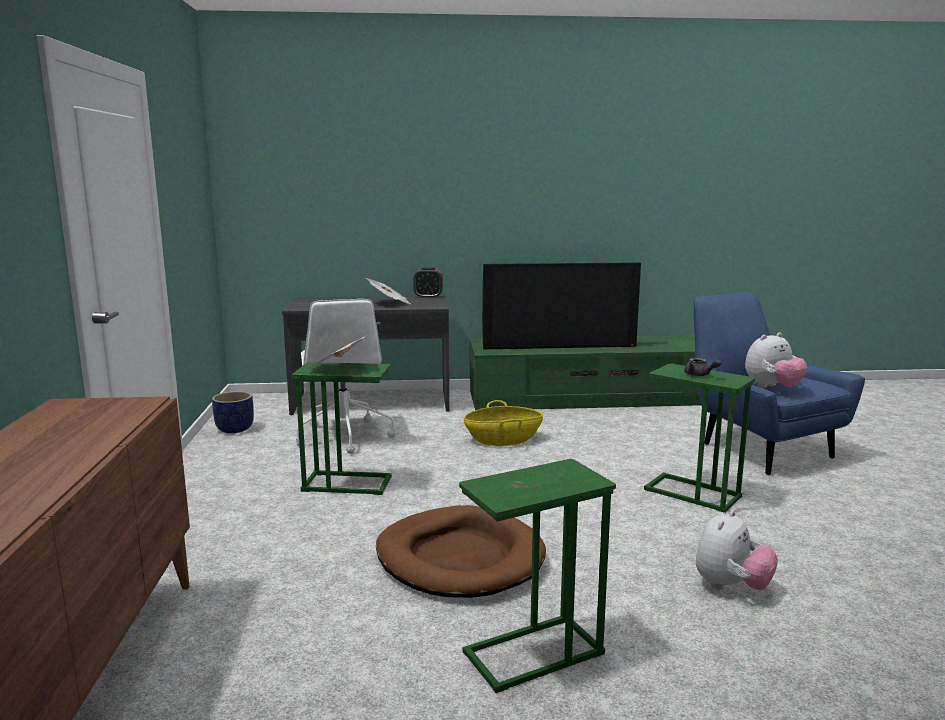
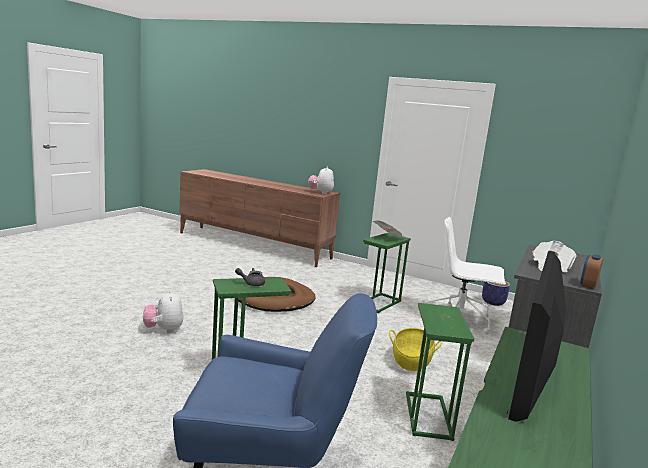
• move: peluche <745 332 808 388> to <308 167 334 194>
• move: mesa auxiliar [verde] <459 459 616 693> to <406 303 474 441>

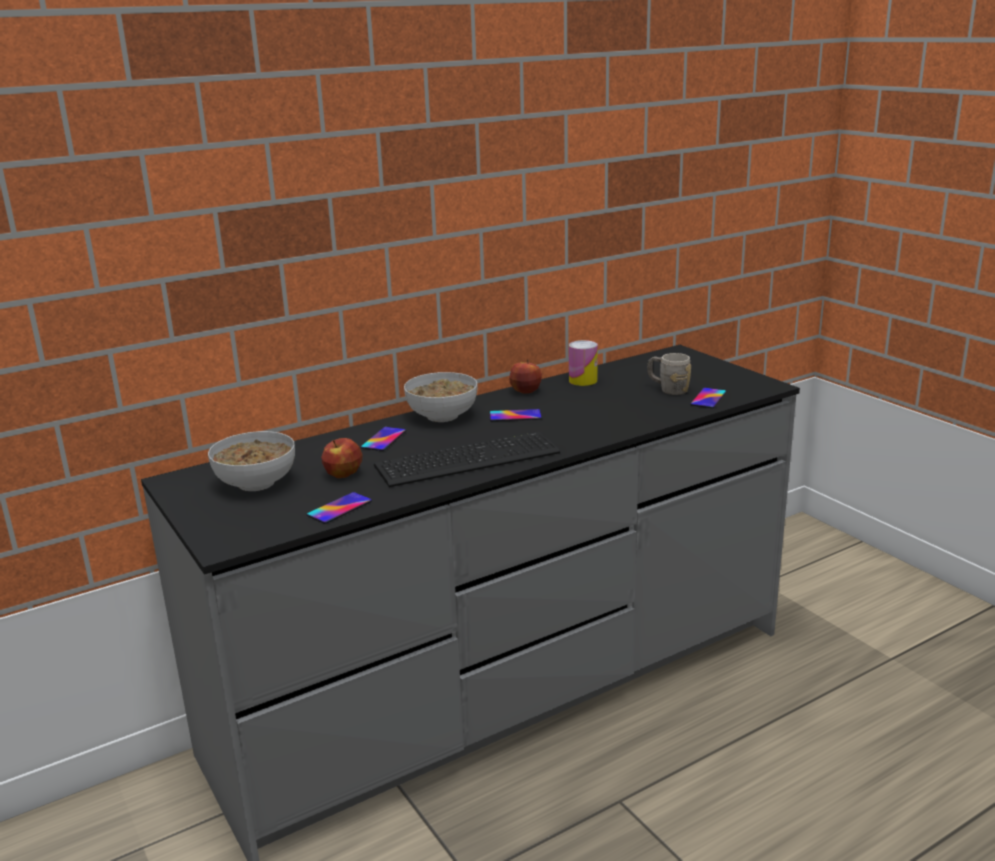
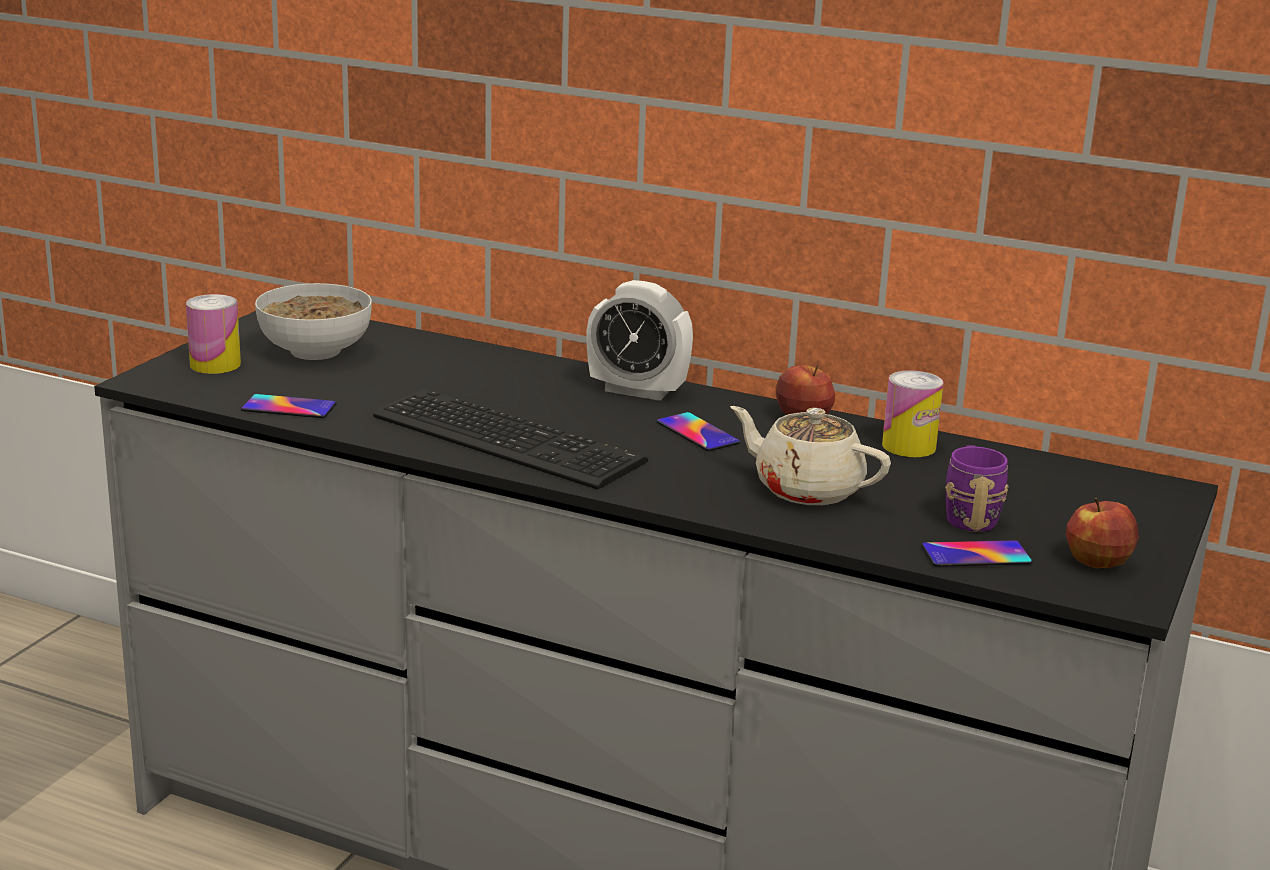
• insert: lata <186 294 241 374>
• replace: cuenco <404 372 477 422> to despertador <587 280 693 401>
• insert: tetera [beis] <730 406 891 505>
• recolor: taza grande [gris] <648 353 691 395> to taza grande [morado] <945 445 1009 532>
• move: manzana <321 438 362 478> to <1066 498 1139 568>
• delete: móvil <361 427 406 451>

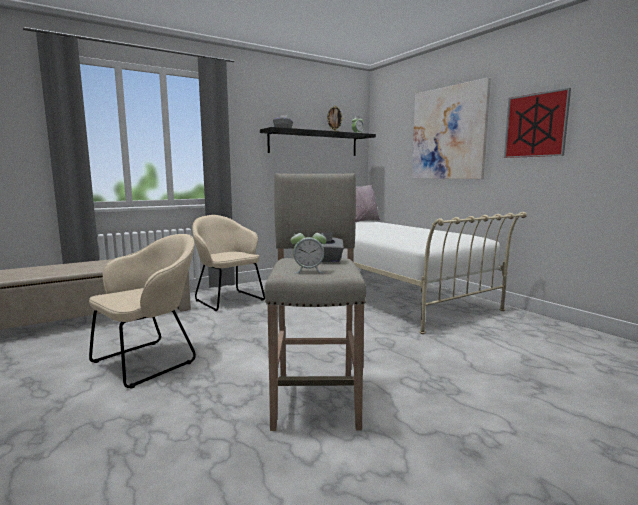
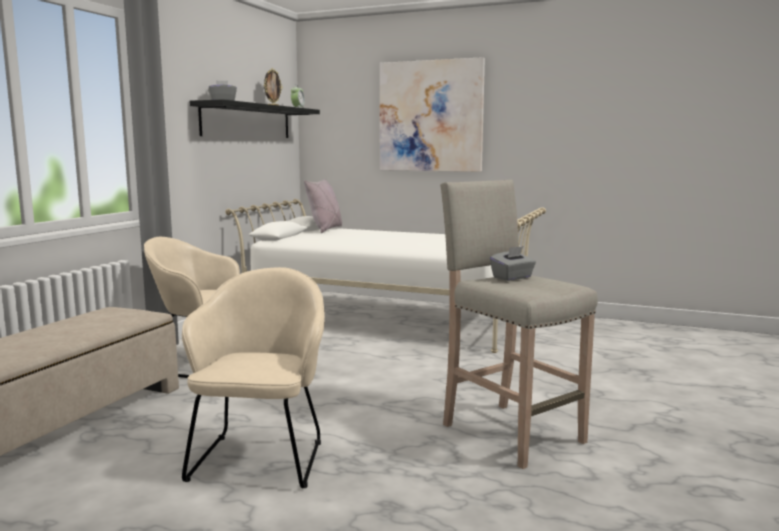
• delete: despertador <291 227 327 273>
• delete: cuadro <504 88 571 158>

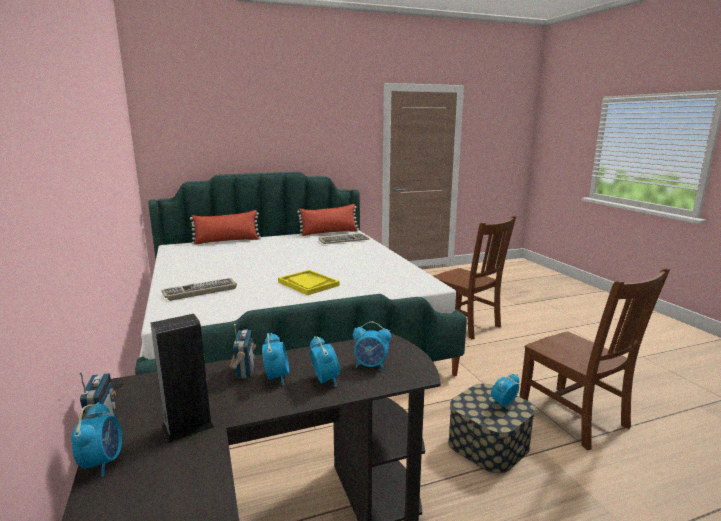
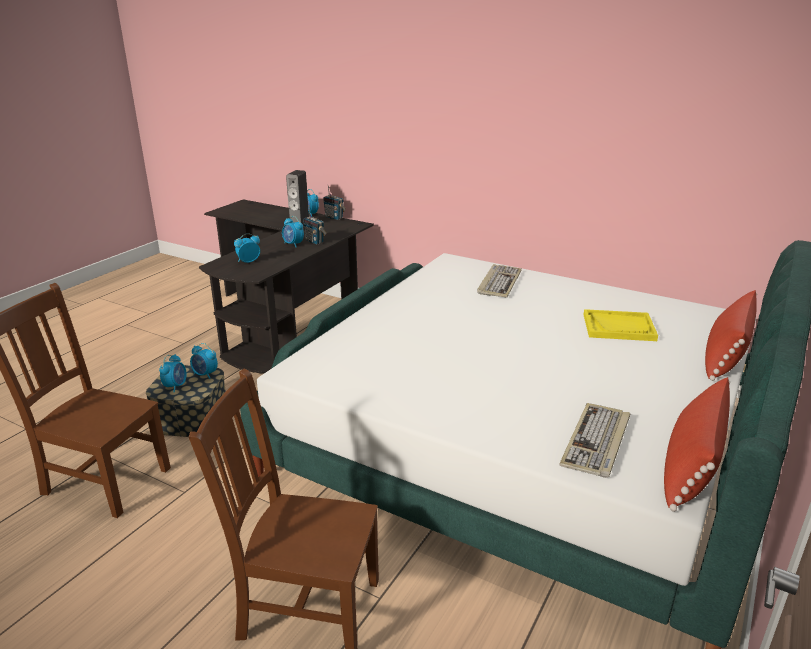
• move: despertador <310 336 340 387> to <190 343 218 379>
• move: bandeja [amarillo] <278 270 340 295> to <584 309 658 341>

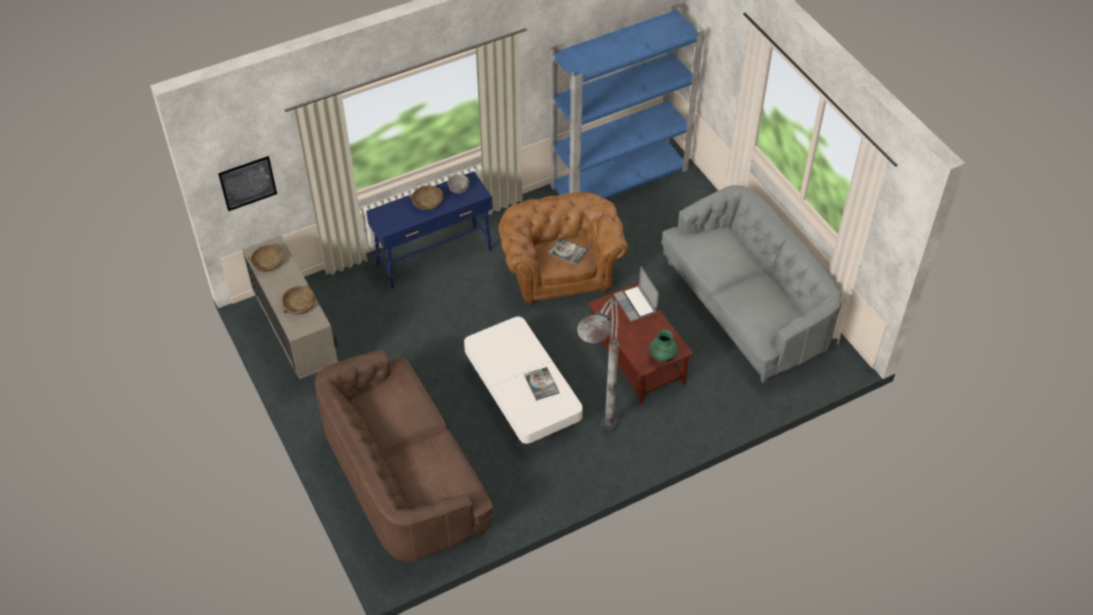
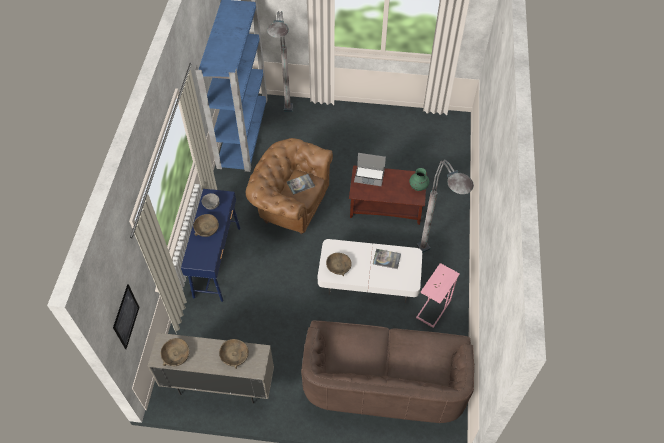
• insert: lámpara de pie [gris] <267 11 293 112>
• insert: cuenco [marrón] <326 253 352 276>
• insert: mesa auxiliar [rosa] <416 263 460 328>
• delete: sofá [gris] <661 185 842 383>

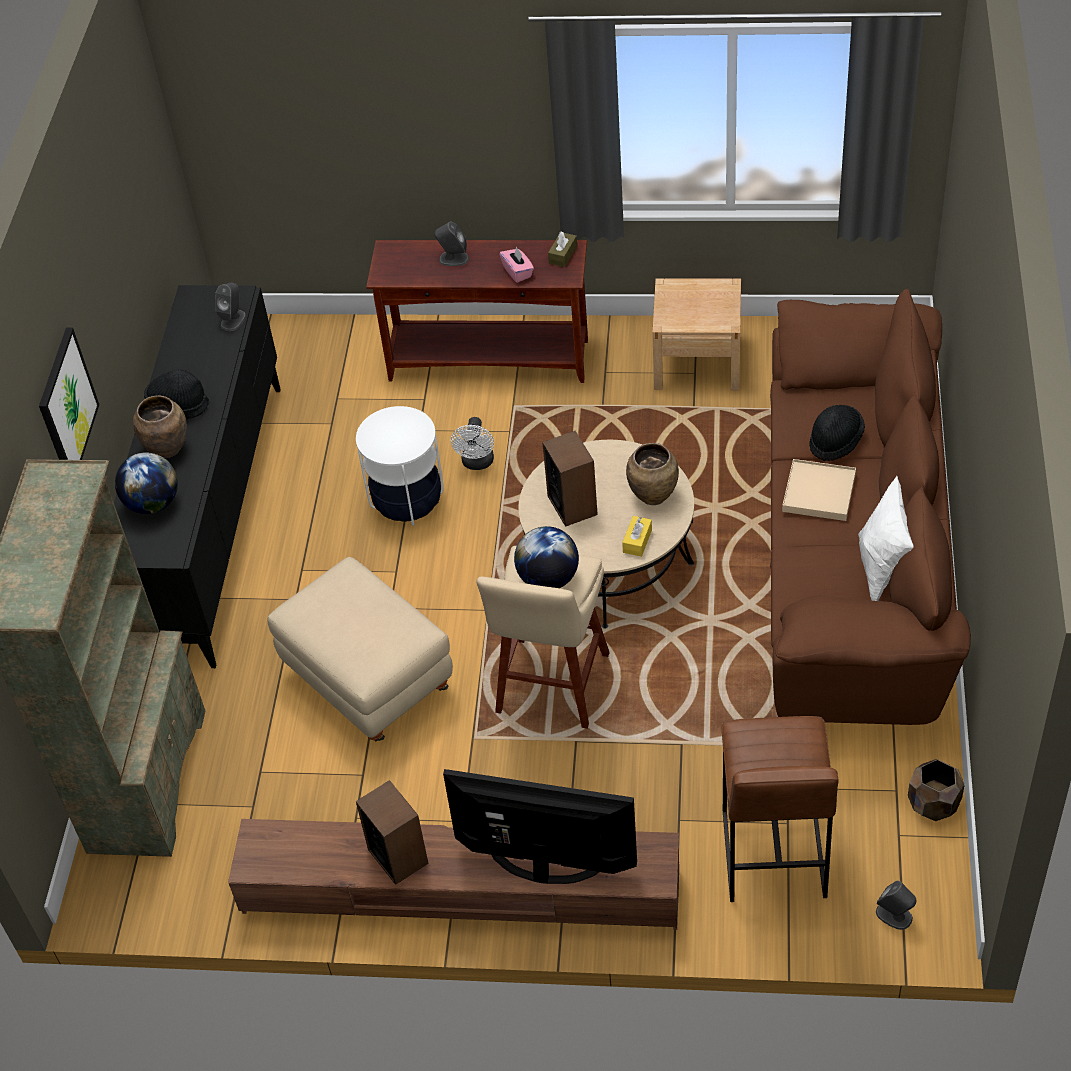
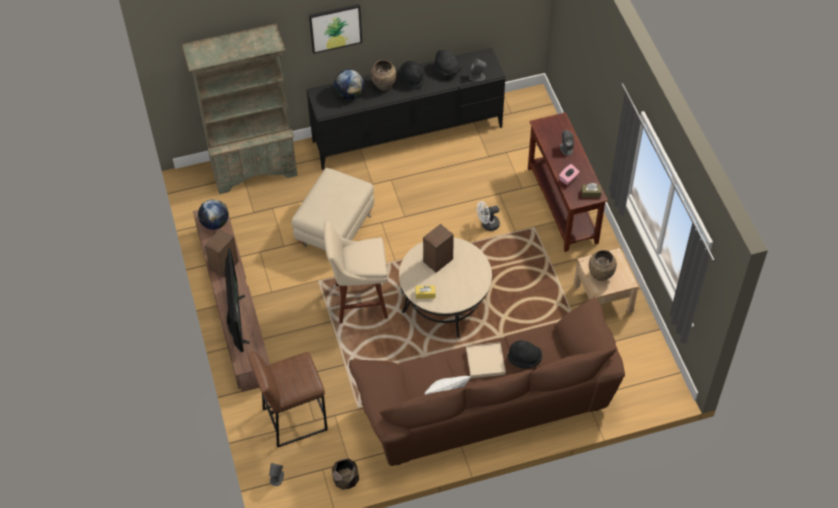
• move: globo terráqueo <514 526 579 588> to <198 199 229 230>
• insert: sombrero [negro] <434 50 462 77>
• move: florero [marrón] <626 443 679 505> to <589 250 617 281>
• delete: mesa auxiliar [blanco] <356 406 444 526>

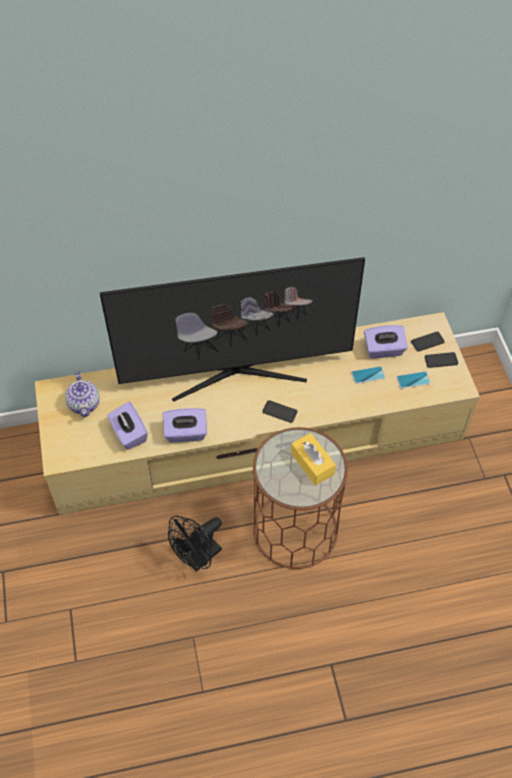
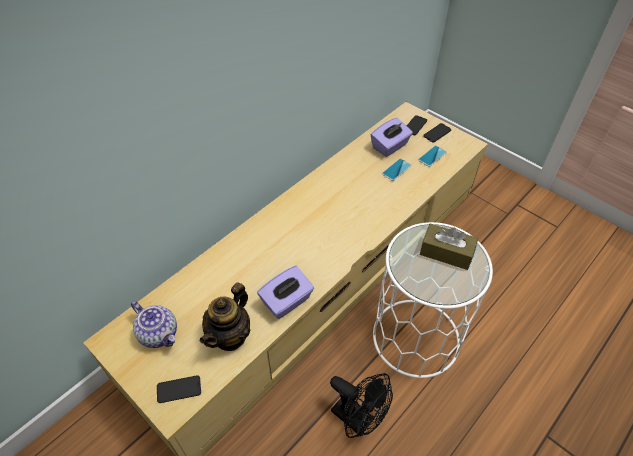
• move: móvil <262 400 298 423> to <157 375 201 403>
• replace: caja de pañuelos [morado] <107 402 148 450> to tetera <200 282 250 351>
• rotate: ventilador [negro] <168 516 222 571> = <330 373 393 438> 60 degrees counterclockwise
• recolor: mesa auxiliar [marrón] <253 427 348 569> to mesa auxiliar [blanco] <373 222 493 378>
• recolor: caja de pañuelos [amarillo] <291 433 336 485> to caja de pañuelos [marrón] <420 223 478 270>
• delete: televisor <100 257 365 402>

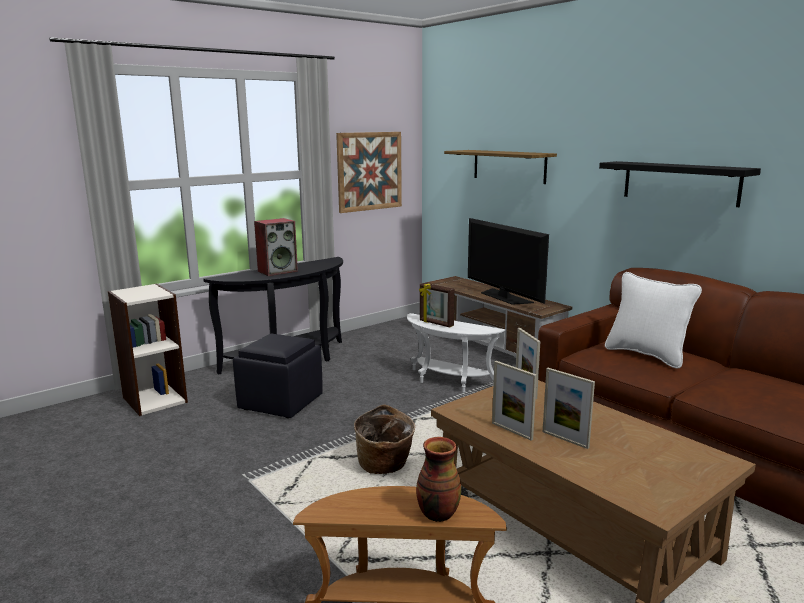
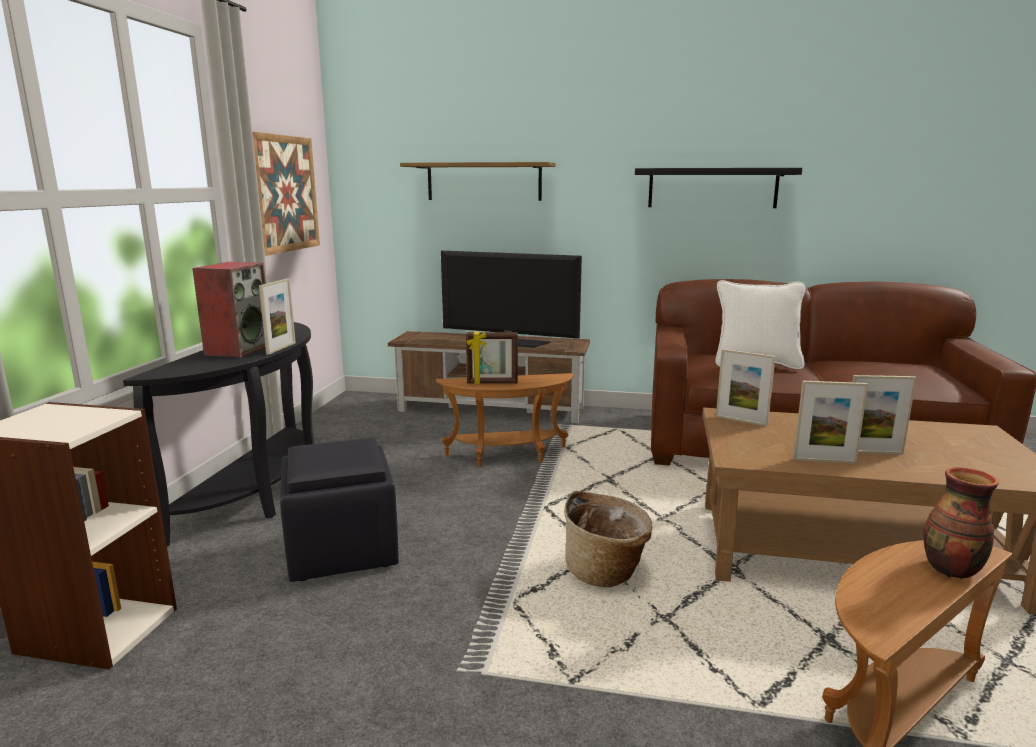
• insert: portarretratos <259 279 296 355>
• recolor: mesa auxiliar [blanco] <407 313 505 393> to mesa auxiliar [marrón] <436 373 574 466>

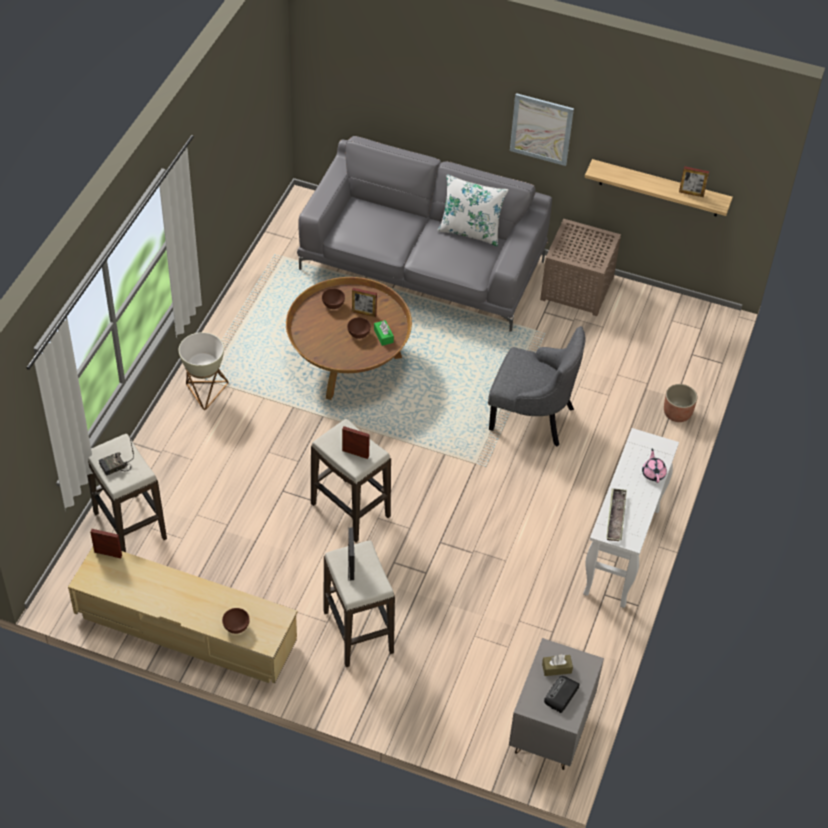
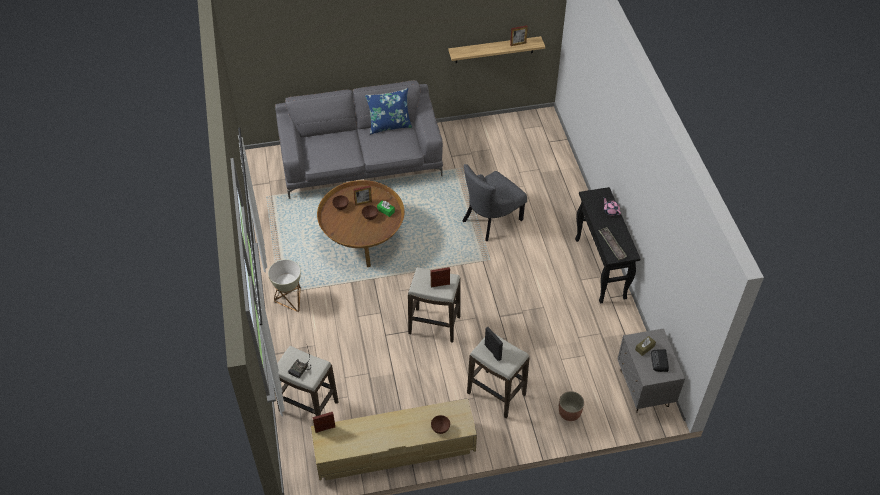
• recolor: cojín [blanco] <437 174 508 246> to cojín [azul] <365 88 412 134>
• rotate: sillón [gris] <488 326 586 446> = <462 164 527 241> 150 degrees clockwise
• move: maceta <664 384 697 422> to <559 391 584 421>
• recolor: mesa consola [blanco] <583 428 679 608> to mesa consola [negro] <575 187 641 303>
• delete: cuadro <510 93 574 166>
• delete: mesa auxiliar [marrón] <540 219 621 316>

